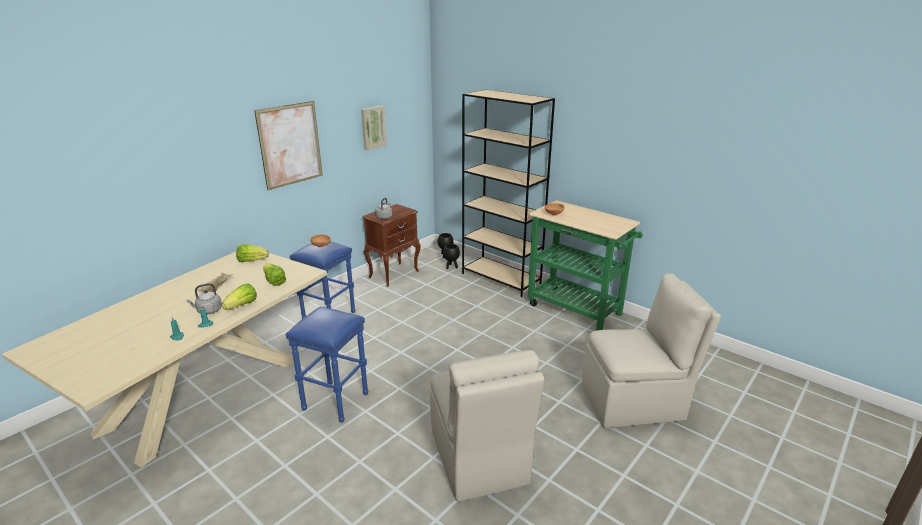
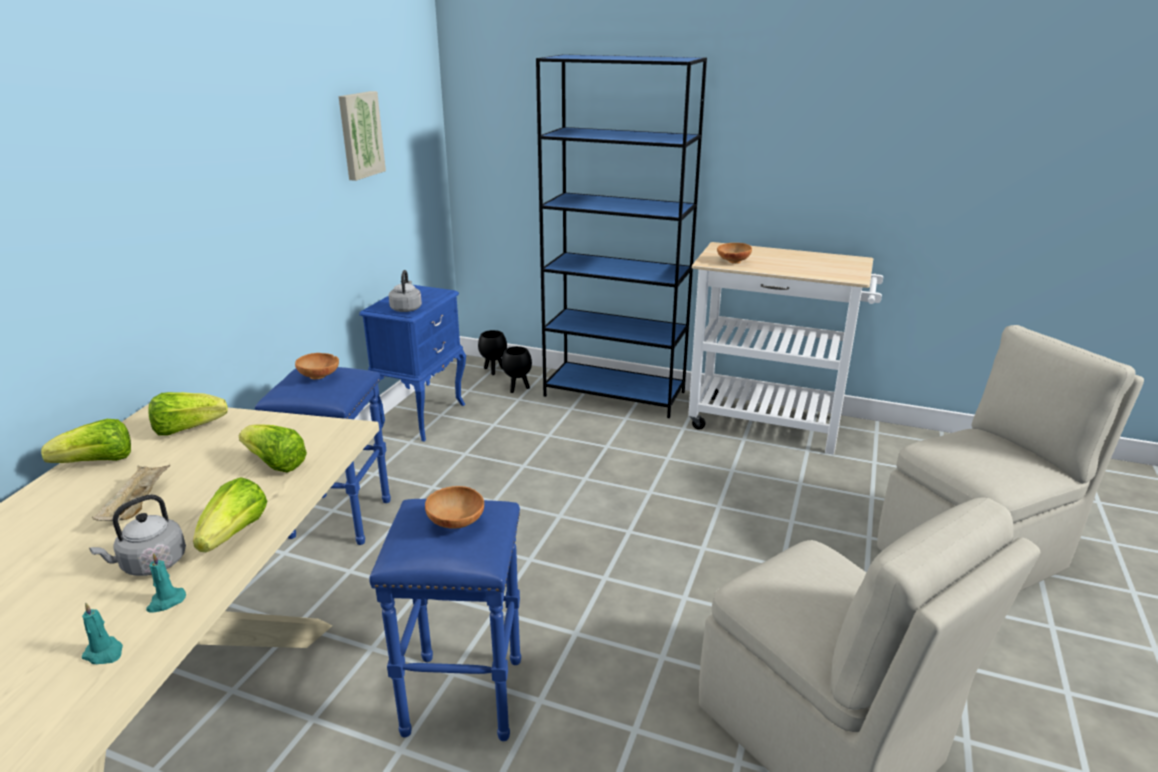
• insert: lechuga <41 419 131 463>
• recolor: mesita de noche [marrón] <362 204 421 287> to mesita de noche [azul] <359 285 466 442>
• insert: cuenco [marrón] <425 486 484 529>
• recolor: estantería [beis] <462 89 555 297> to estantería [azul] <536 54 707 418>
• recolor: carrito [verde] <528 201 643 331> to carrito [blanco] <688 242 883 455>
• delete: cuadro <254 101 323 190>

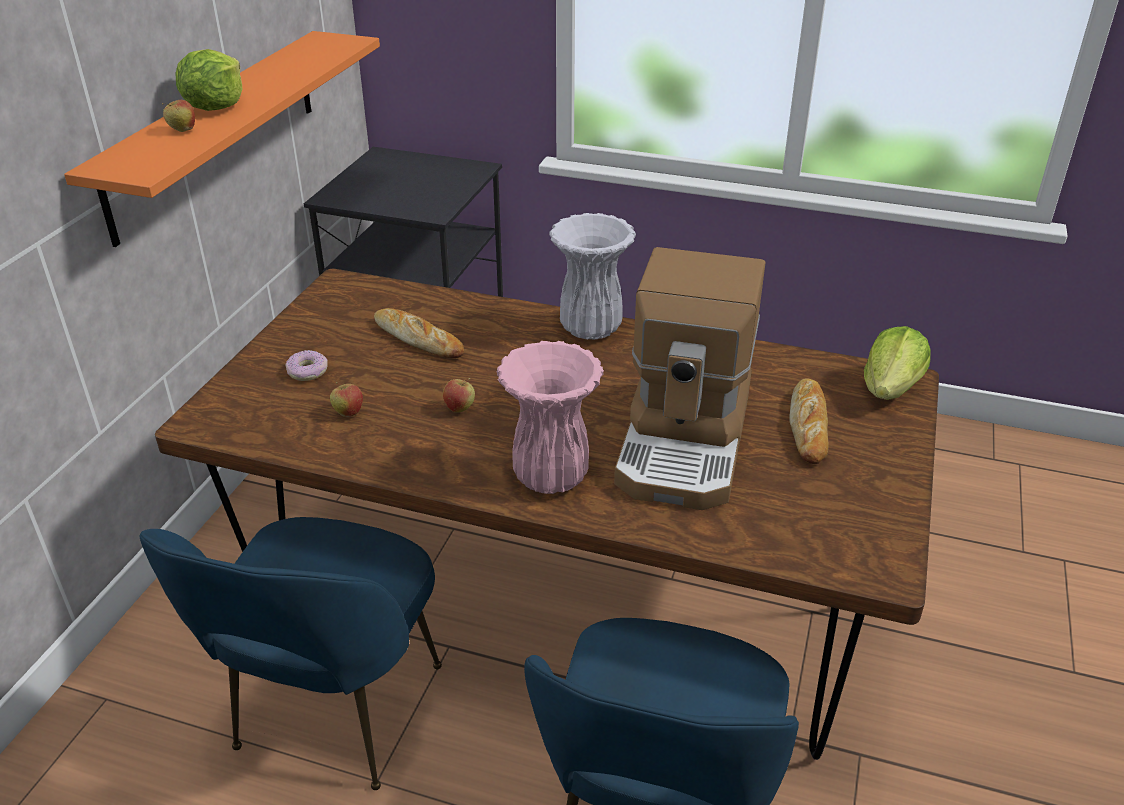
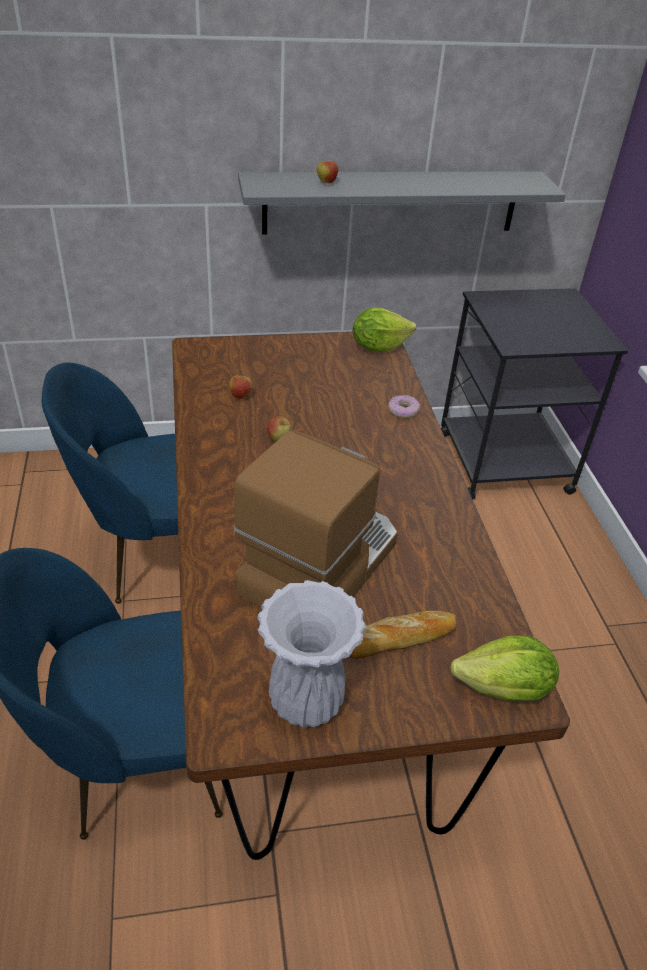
• rotate: cafetera <614 247 766 510> = <234 430 398 608> 135 degrees clockwise
• recolor: estante [naranja] <64 31 380 247> to estante [gris] <238 171 566 234>
• move: florero [blanco] <549 213 636 340> to <257 580 366 728>
• move: lechuga <175 49 242 111> to <353 308 416 352>
• move: rosquilla <286 350 328 381> to <388 395 420 418>
• delete: pan <374 308 464 358>
• delete: florero [rosa] <497 341 604 494>

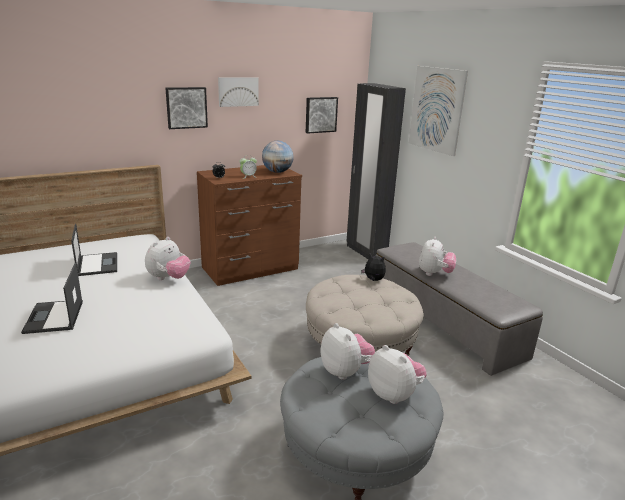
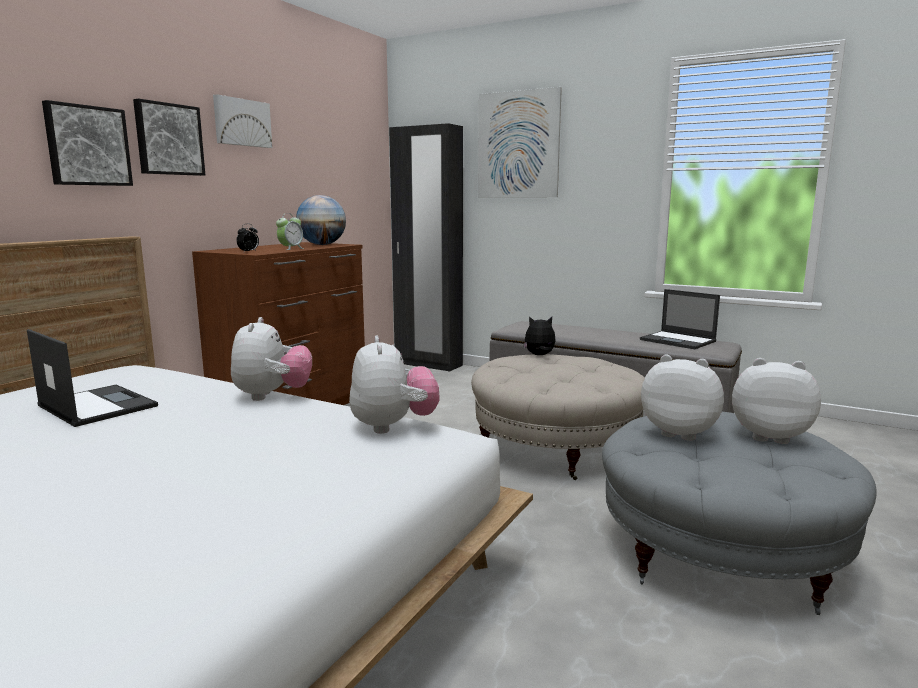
• move: cuadro <306 97 338 134> to <42 100 133 186>
• move: peluche <419 237 456 276> to <349 336 440 434>
• move: portátil <21 263 83 334> to <640 289 720 349>

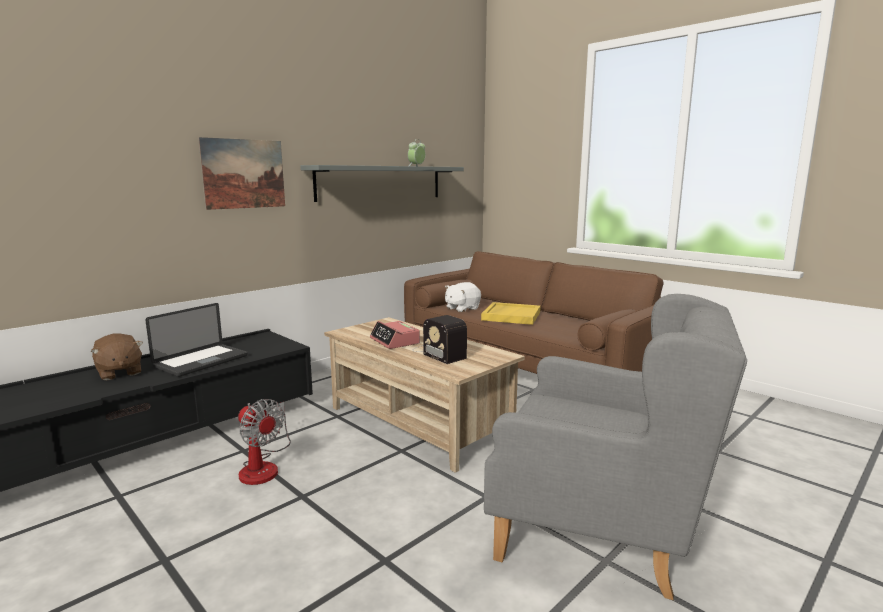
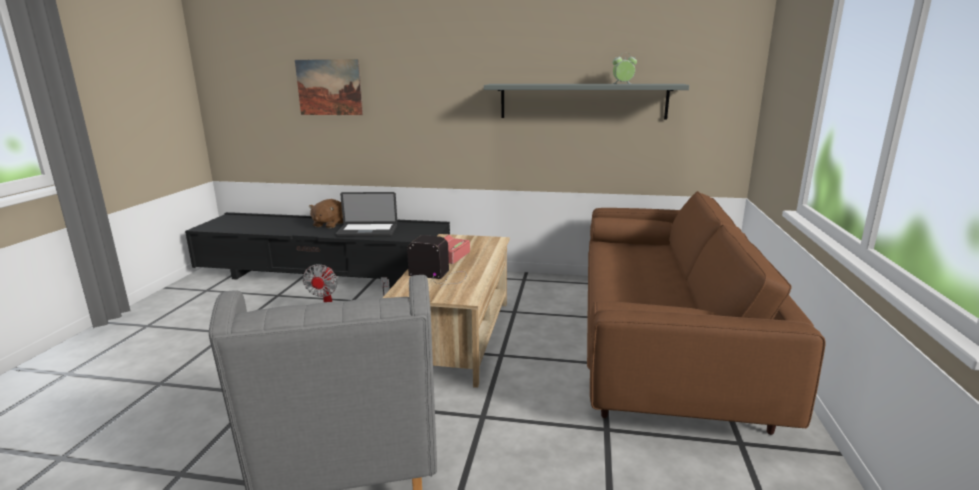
• move: cuadro <198 137 285 210> to <295 59 363 115>
• rotate: radio <412 315 467 364> = <407 235 467 287> 90 degrees clockwise
• delete: peluche [blanco] <445 282 481 312>
• delete: bandeja [amarillo] <481 302 541 325>

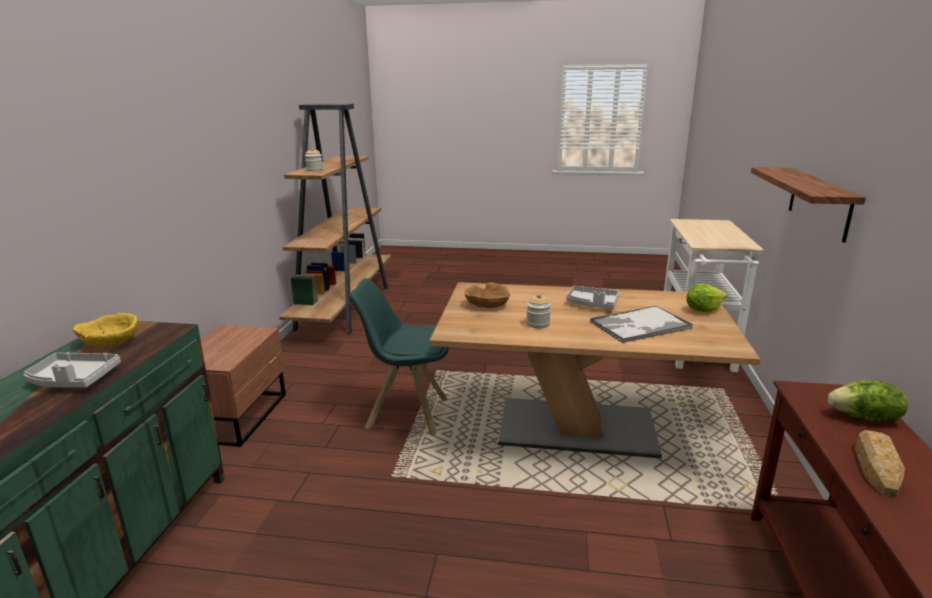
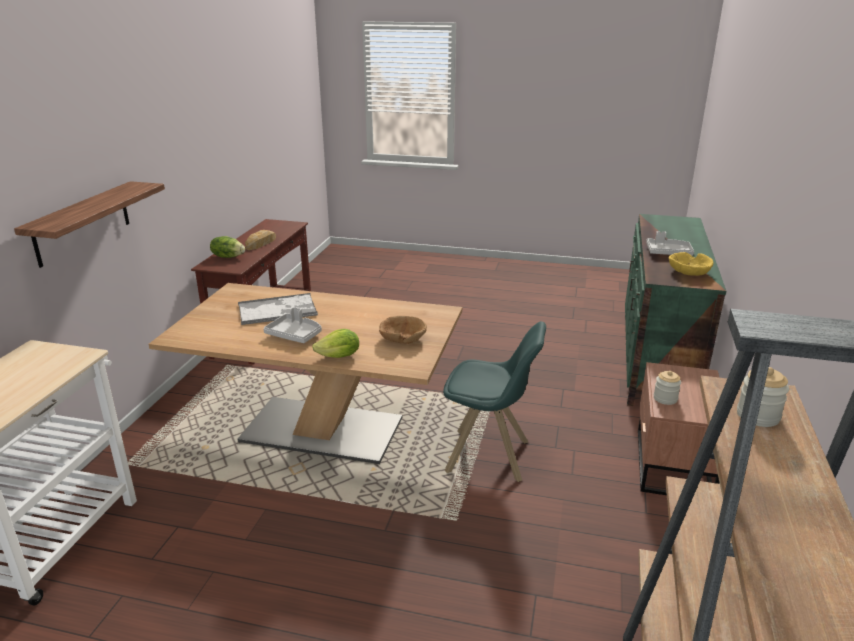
• move: lechuga <686 284 727 312> to <312 329 359 358>
• move: tarro <526 294 551 328> to <654 371 681 405>

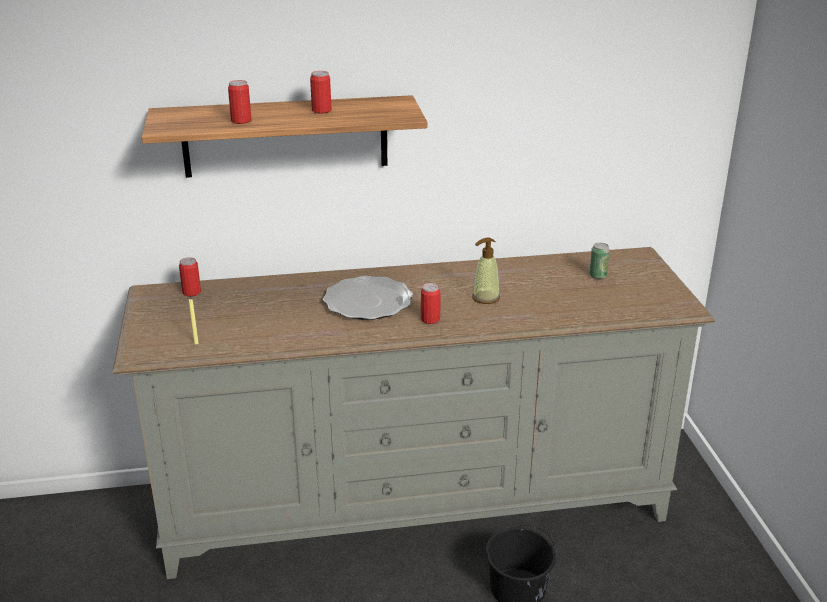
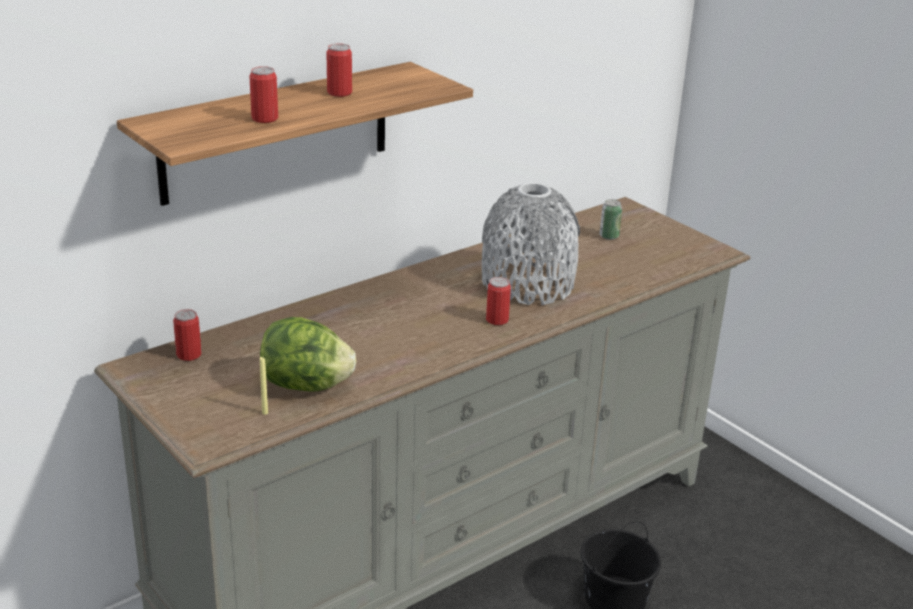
• insert: lechuga <260 317 357 391>
• replace: dispensador de jabón <472 237 500 304> to florero [gris] <482 183 580 305>
• delete: plato <323 276 413 320>

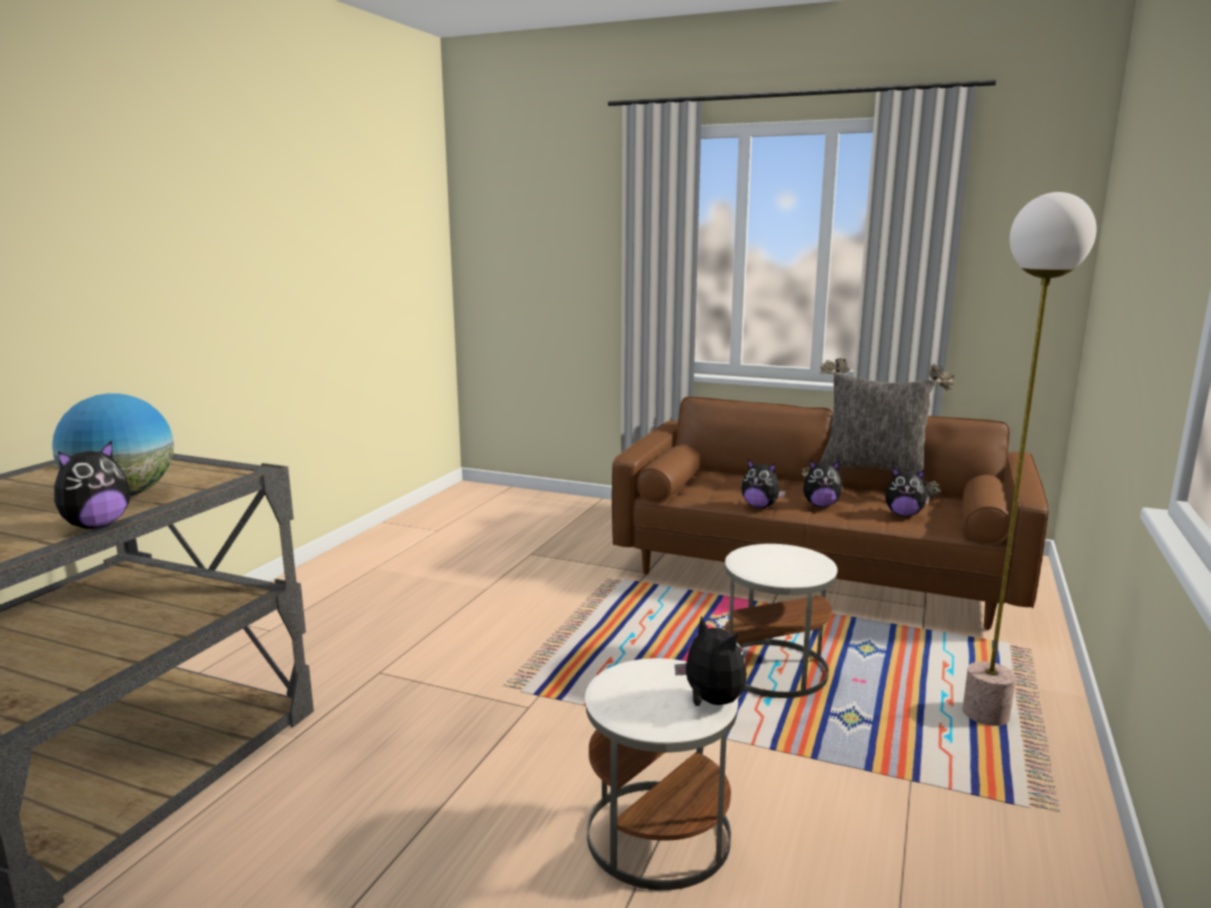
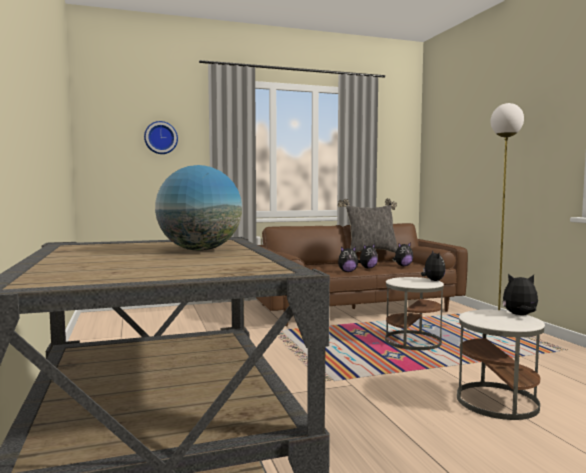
• insert: reloj de pared <144 121 178 154>
• move: peluche <54 440 130 529> to <421 251 446 281>

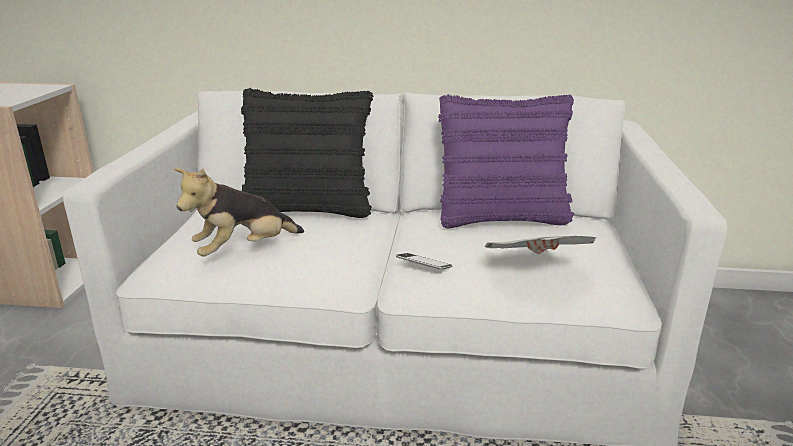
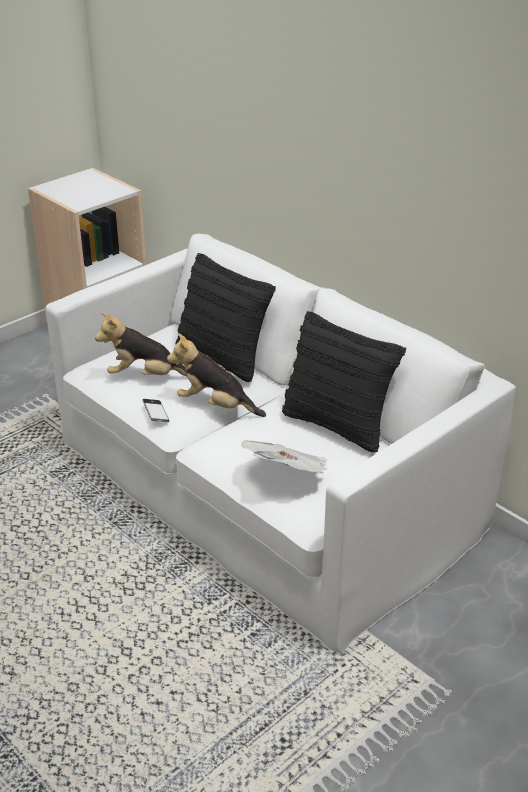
• move: móvil <396 253 452 270> to <142 399 169 422>
• insert: peluche <167 333 266 417>
• recolor: cojín [morado] <438 94 574 228> to cojín [negro] <282 311 406 453>

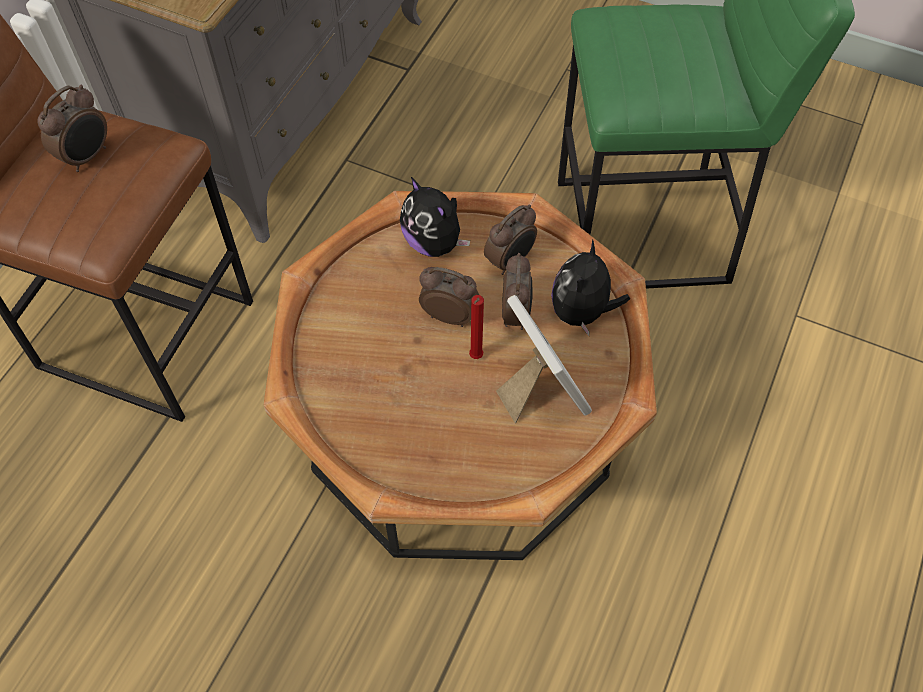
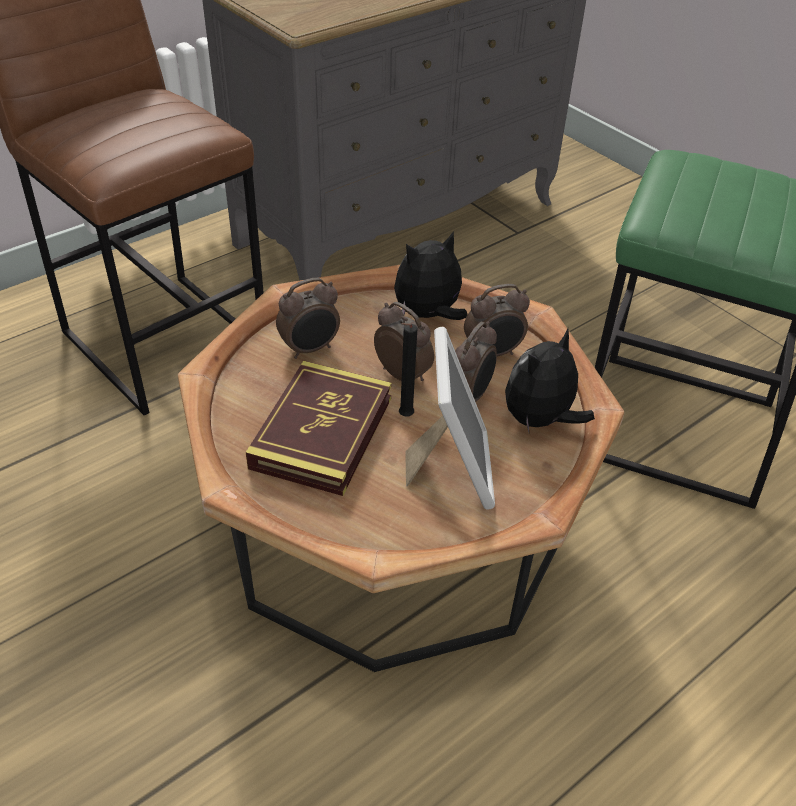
• insert: libro <246 361 392 496>
• move: despertador <37 85 107 172> to <276 278 340 359>
• rotate: peluche <400 177 470 257> = <394 231 467 320> 75 degrees clockwise
• recolor: vela [rojo] <469 295 484 359> to vela [negro] <399 323 417 417>

